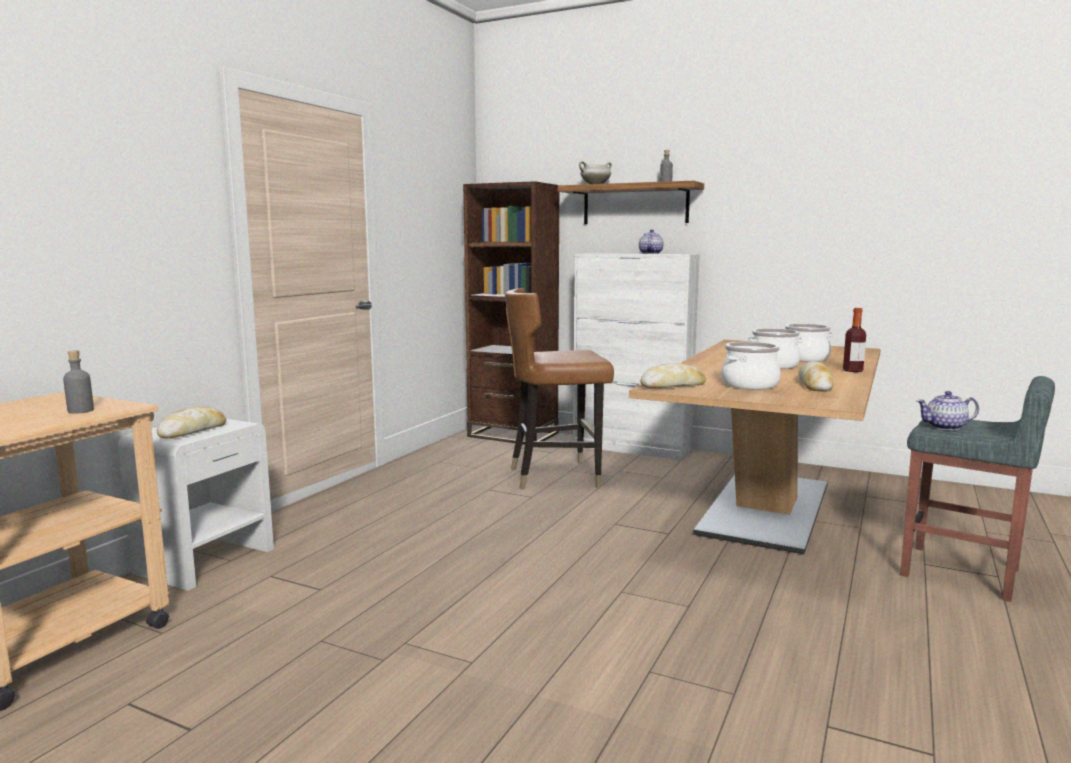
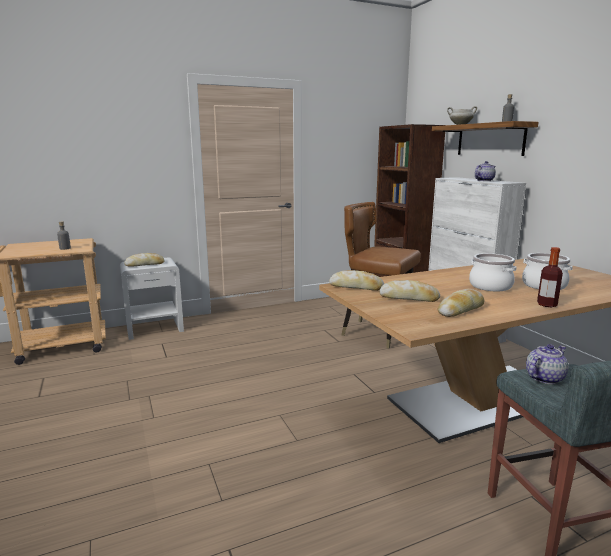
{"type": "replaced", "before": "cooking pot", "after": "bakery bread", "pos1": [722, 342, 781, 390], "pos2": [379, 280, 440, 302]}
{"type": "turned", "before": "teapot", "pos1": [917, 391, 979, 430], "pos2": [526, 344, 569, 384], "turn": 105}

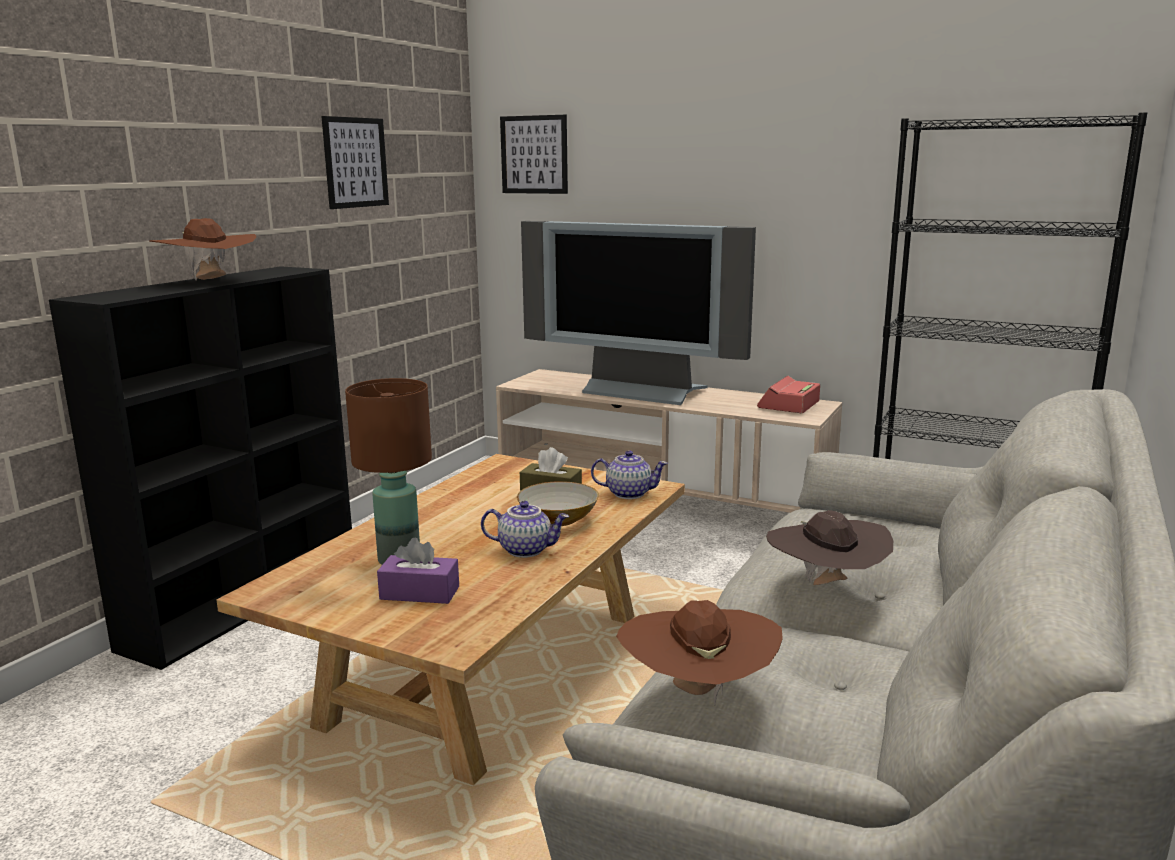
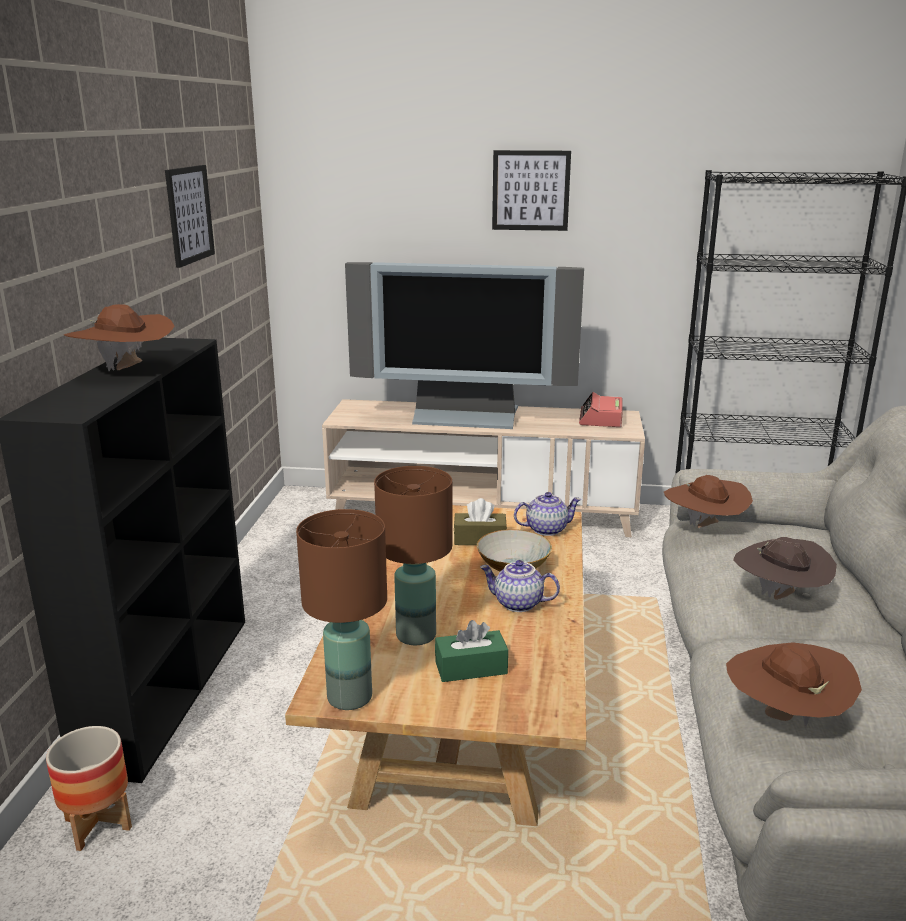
{"type": "moved", "before": "wall picture", "pos1": [500, 115, 568, 194], "pos2": [492, 150, 571, 231]}
{"type": "turned", "before": "teapot", "pos1": [481, 501, 569, 558], "pos2": [480, 560, 560, 612], "turn": -150}
{"type": "recoloured", "before": "purple box of tissues", "after": "green box of tissues", "pos1": [377, 538, 459, 604], "pos2": [435, 620, 508, 682]}
{"type": "added", "after": "brown-coloured wearable hat", "pos2": [664, 475, 753, 528]}
{"type": "added", "after": "brown-coloured lamp for a table", "pos2": [296, 509, 387, 710]}
{"type": "added", "after": "flower pot", "pos2": [46, 726, 132, 851]}

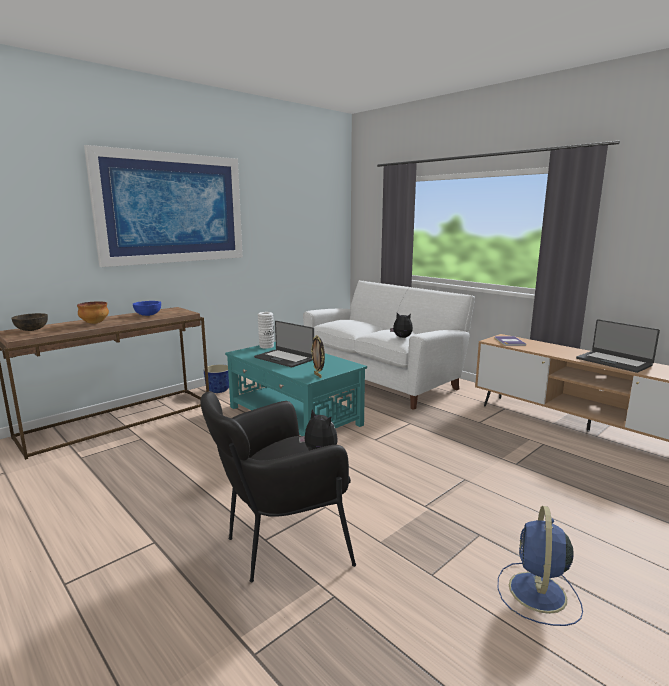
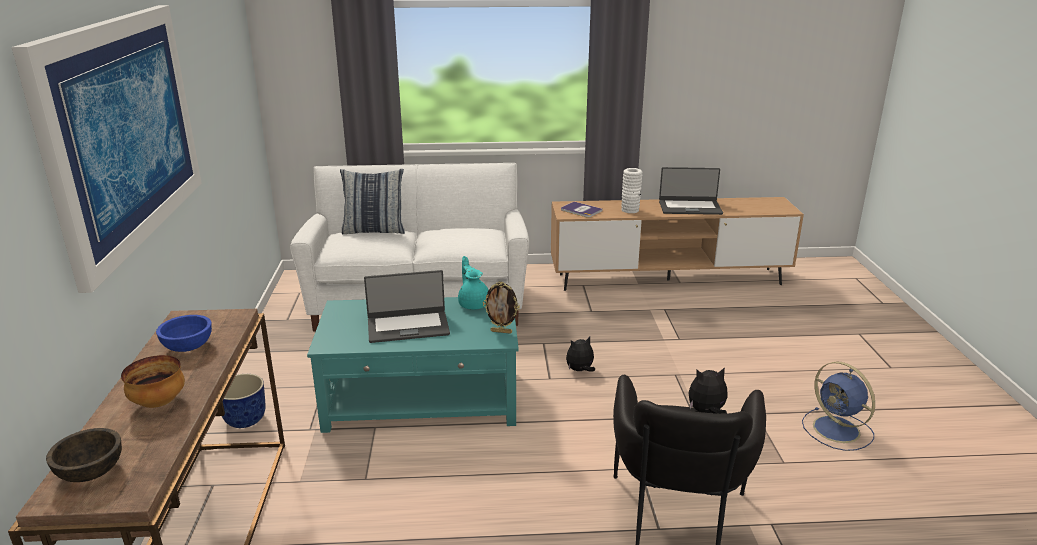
{"type": "moved", "before": "whitish decorative vase", "pos1": [258, 312, 274, 349], "pos2": [621, 168, 642, 213]}
{"type": "moved", "before": "cuddly toy", "pos1": [390, 313, 413, 338], "pos2": [566, 337, 595, 372]}
{"type": "added", "after": "cushion", "pos2": [340, 169, 405, 234]}
{"type": "added", "after": "turquoise teapot", "pos2": [458, 256, 489, 310]}

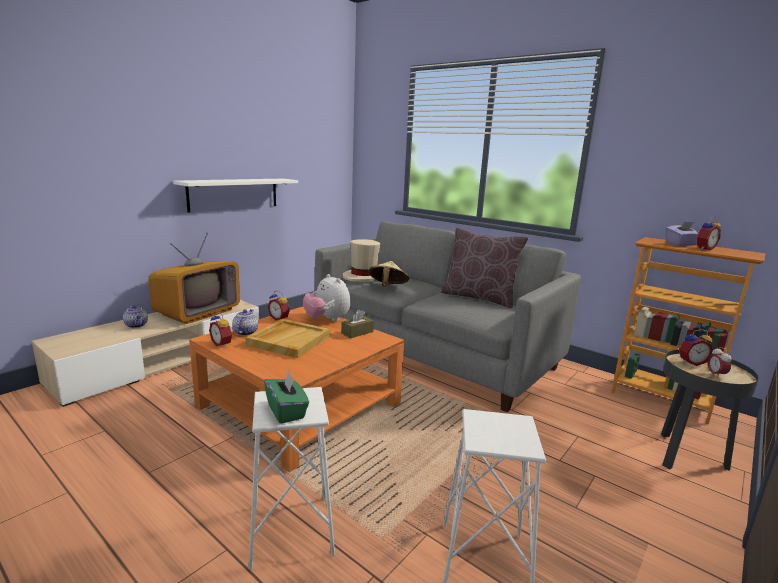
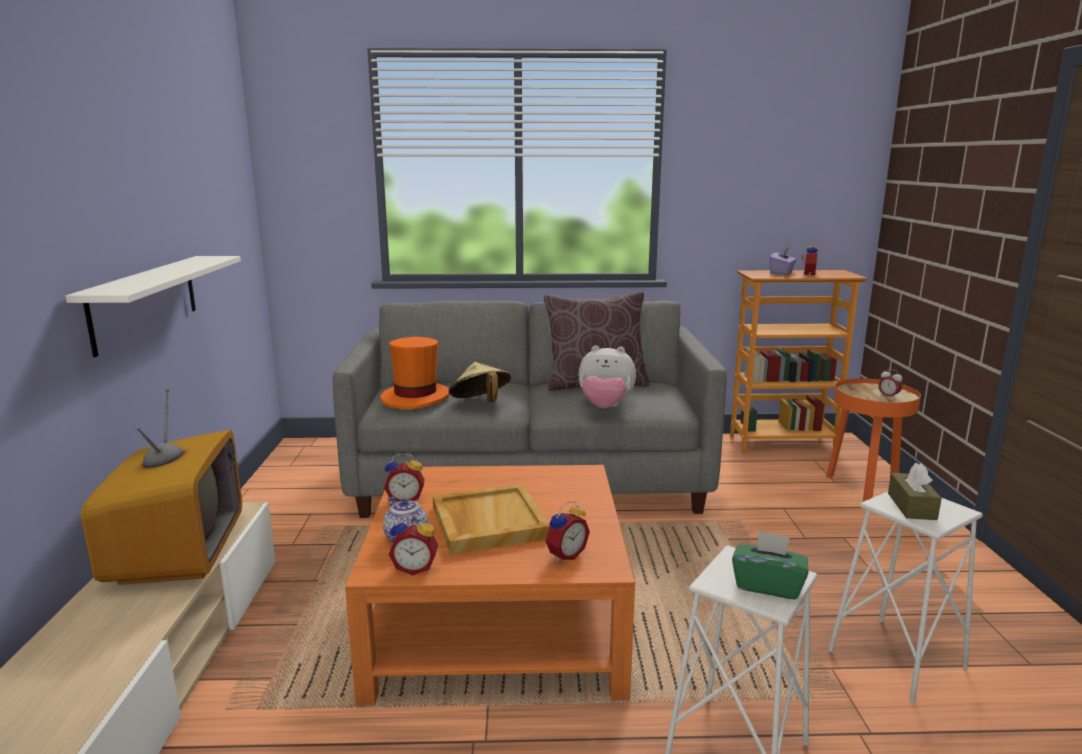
{"type": "recoloured", "before": "sand-coloured wearable hat", "after": "orangey wearable hat", "pos1": [343, 239, 380, 281], "pos2": [380, 336, 450, 409]}
{"type": "moved", "before": "cuddly toy", "pos1": [303, 274, 351, 321], "pos2": [579, 345, 636, 408]}
{"type": "removed", "before": "teapot", "pos1": [123, 305, 148, 328]}
{"type": "moved", "before": "brown-coloured box of tissues", "pos1": [341, 310, 374, 338], "pos2": [888, 463, 942, 520]}
{"type": "moved", "before": "alarm clock", "pos1": [679, 329, 713, 366], "pos2": [545, 501, 590, 562]}
{"type": "recoloured", "before": "black end table", "after": "orangey end table", "pos1": [661, 350, 759, 471], "pos2": [826, 378, 921, 502]}

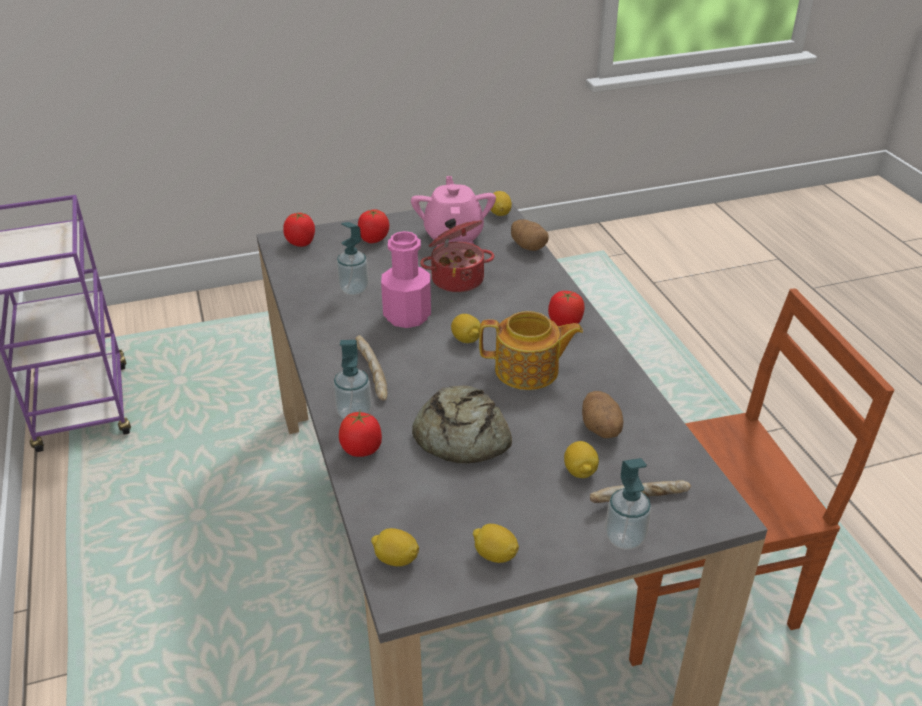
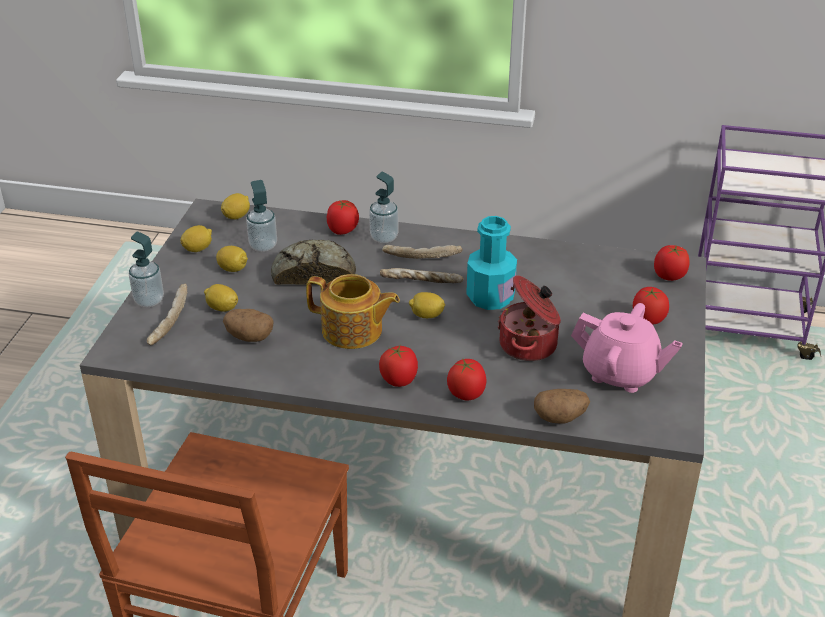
{"type": "moved", "before": "lemon", "pos1": [491, 191, 512, 216], "pos2": [216, 246, 248, 272]}
{"type": "moved", "before": "liquid soap bottle", "pos1": [337, 222, 369, 296], "pos2": [246, 180, 277, 252]}
{"type": "recoloured", "before": "pink-coloured drink bottle", "after": "turquoise drink bottle", "pos1": [381, 231, 431, 328], "pos2": [466, 216, 517, 310]}
{"type": "turned", "before": "teapot", "pos1": [479, 311, 583, 390], "pos2": [306, 274, 400, 349], "turn": -105}
{"type": "added", "after": "bakery bread", "pos2": [380, 268, 464, 283]}
{"type": "added", "after": "whole tomato", "pos2": [447, 359, 487, 400]}

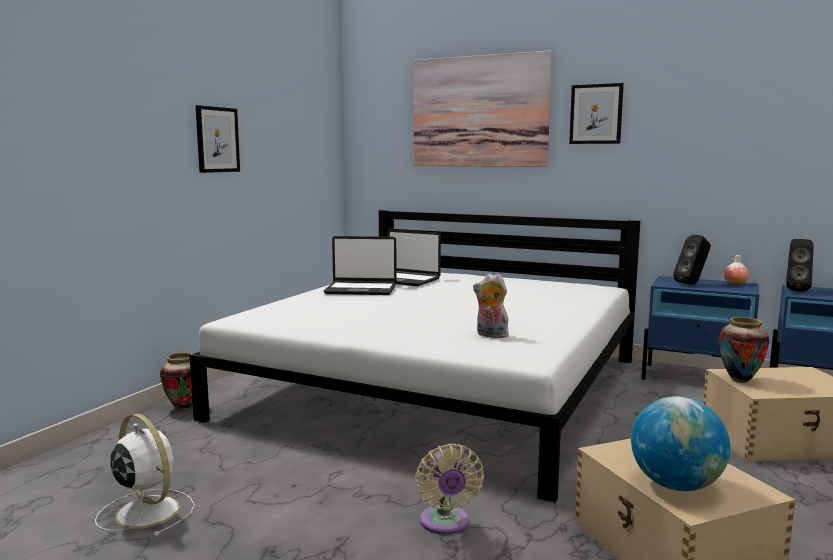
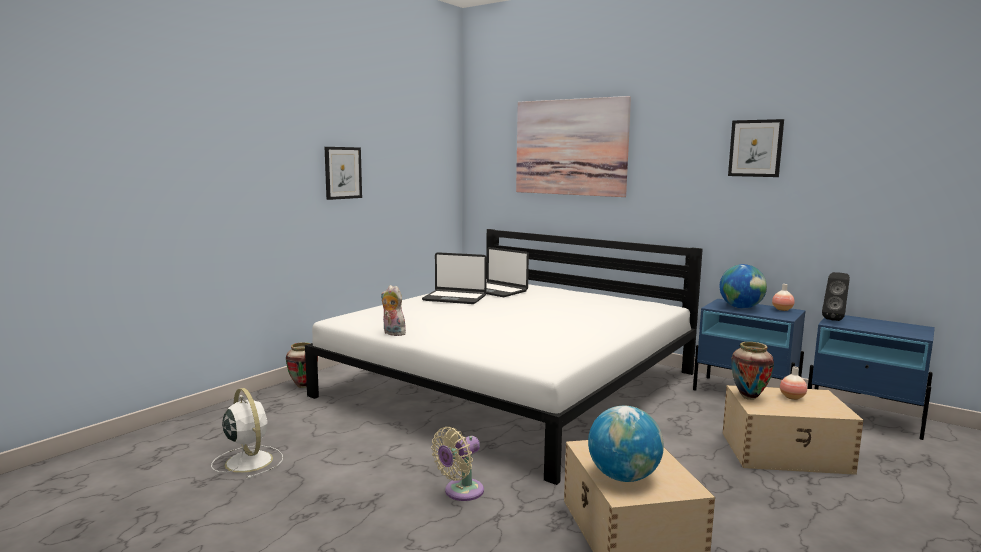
{"type": "moved", "before": "wall picture", "pos1": [569, 83, 624, 144], "pos2": [728, 119, 784, 177]}
{"type": "replaced", "before": "black speaker", "after": "world globe", "pos1": [673, 235, 711, 284], "pos2": [719, 264, 767, 309]}
{"type": "moved", "before": "cuddly toy", "pos1": [473, 274, 509, 339], "pos2": [381, 285, 406, 336]}
{"type": "turned", "before": "sand-coloured fan", "pos1": [415, 444, 484, 535], "pos2": [431, 427, 484, 501], "turn": 45}
{"type": "added", "after": "decorative vase", "pos2": [780, 366, 807, 400]}

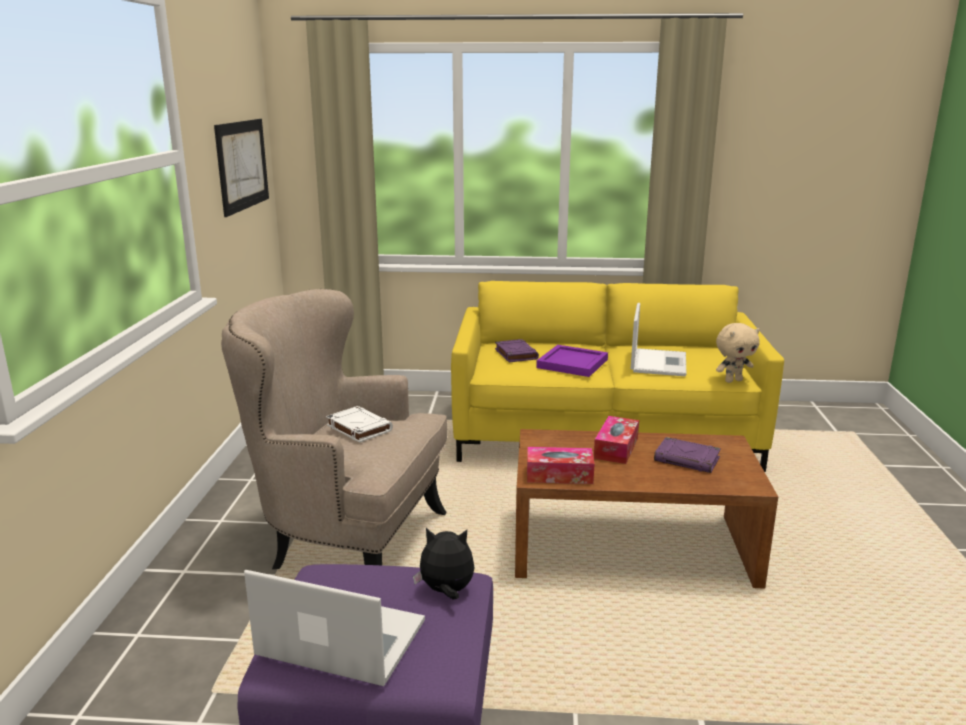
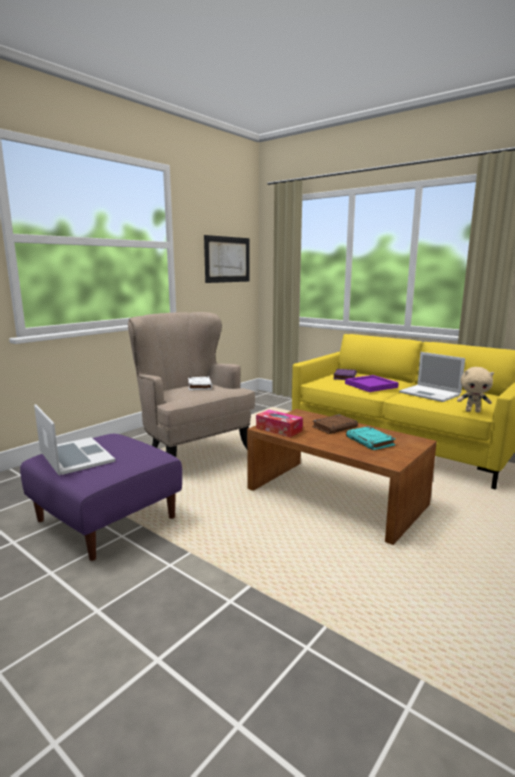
{"type": "turned", "before": "laptop", "pos1": [631, 303, 686, 376], "pos2": [399, 352, 465, 402], "turn": 90}
{"type": "replaced", "before": "box of tissues", "after": "brown-coloured volume", "pos1": [594, 416, 639, 464], "pos2": [312, 414, 358, 434]}
{"type": "recoloured", "before": "purple volume", "after": "turquoise volume", "pos1": [654, 437, 721, 473], "pos2": [346, 426, 396, 450]}
{"type": "removed", "before": "cuddly toy", "pos1": [413, 528, 475, 600]}

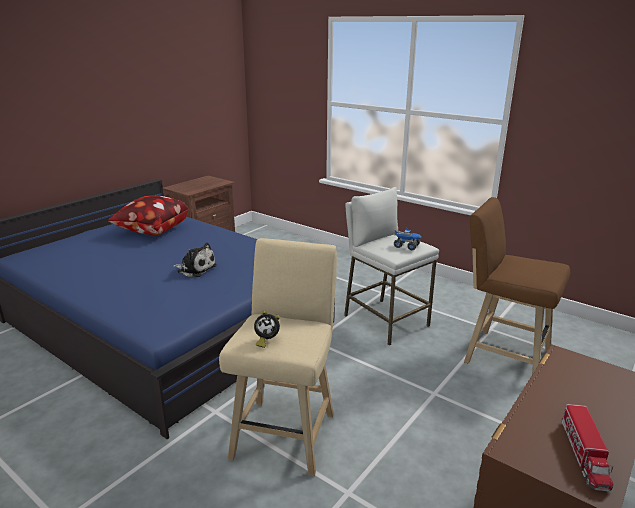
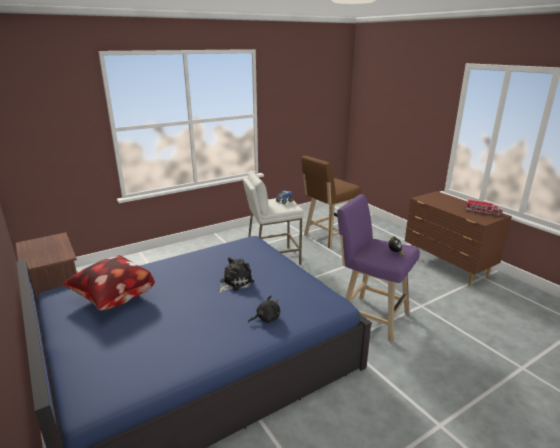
{"type": "recoloured", "before": "sand-coloured sitting stool", "after": "purple sitting stool", "pos1": [219, 238, 337, 476], "pos2": [337, 194, 420, 342]}
{"type": "added", "after": "black cuddly toy", "pos2": [248, 296, 280, 323]}

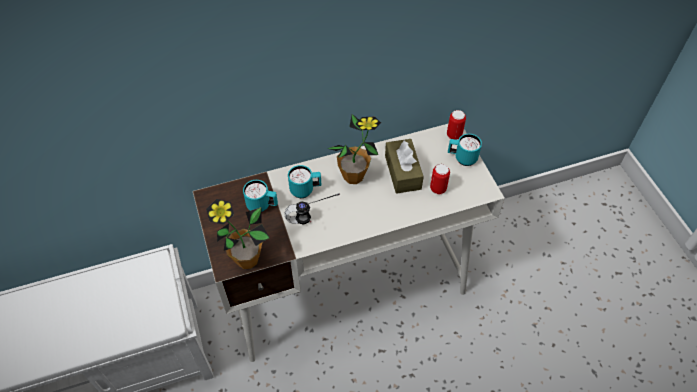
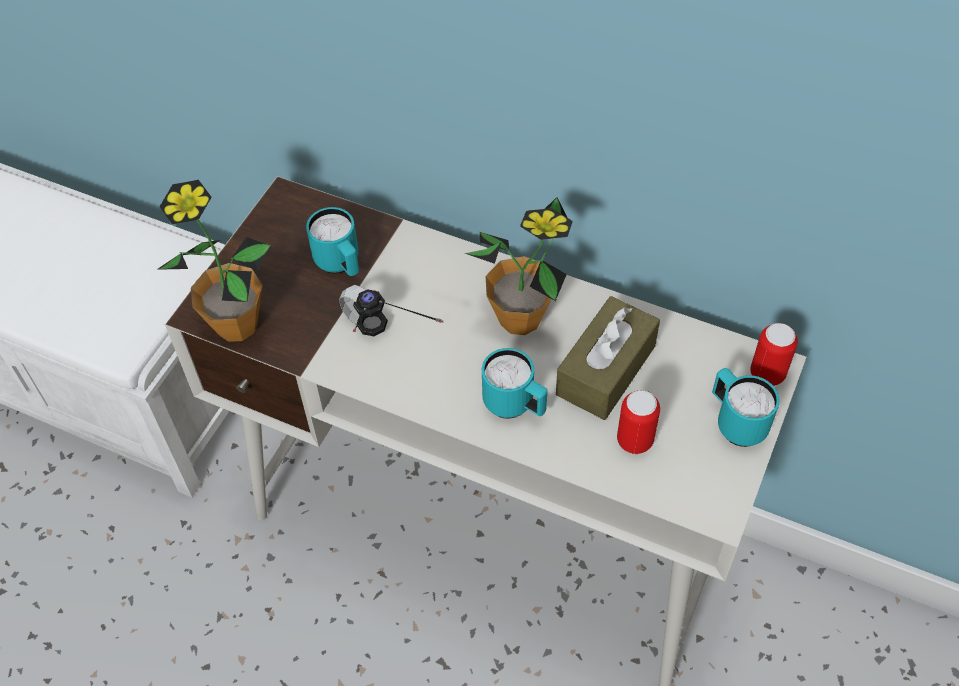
{"type": "moved", "before": "turquoise tea mug", "pos1": [288, 165, 321, 198], "pos2": [482, 348, 548, 419]}

